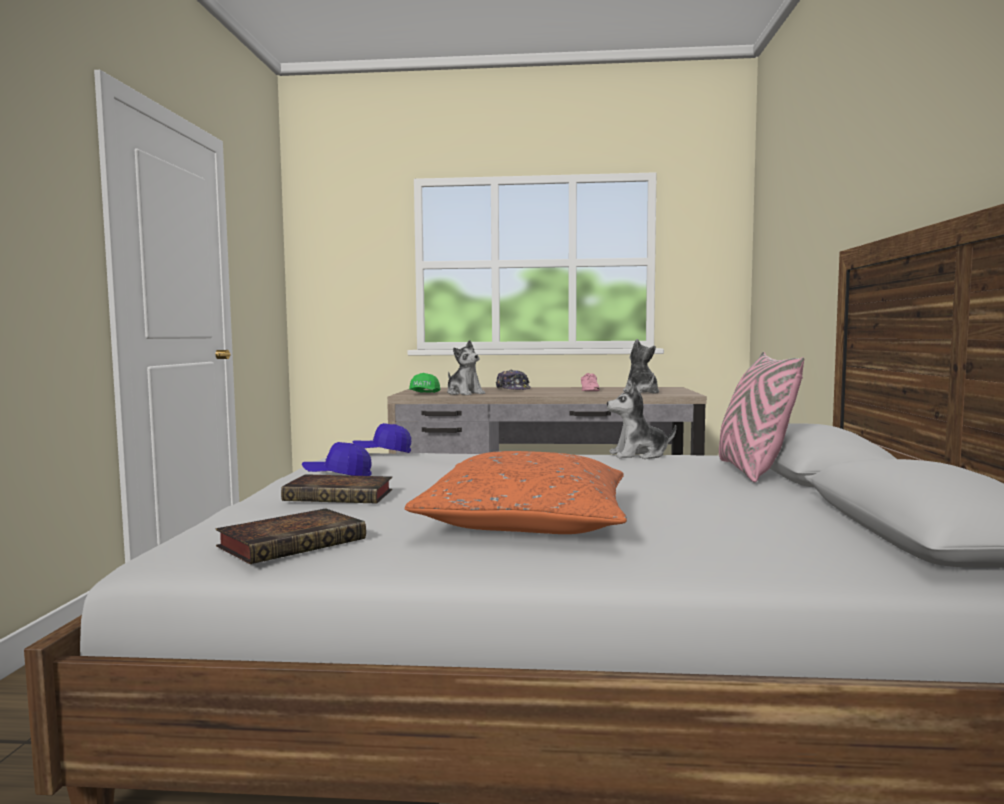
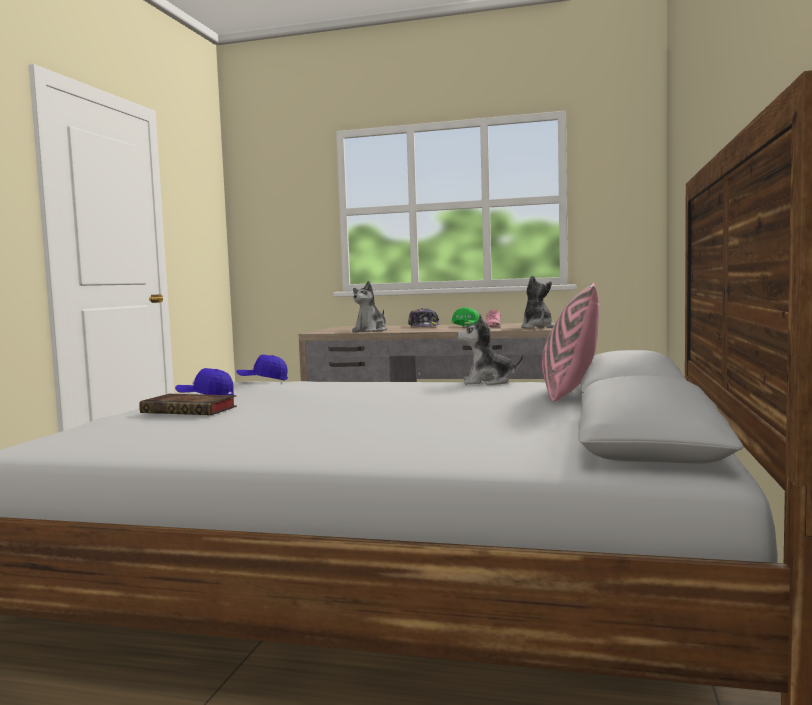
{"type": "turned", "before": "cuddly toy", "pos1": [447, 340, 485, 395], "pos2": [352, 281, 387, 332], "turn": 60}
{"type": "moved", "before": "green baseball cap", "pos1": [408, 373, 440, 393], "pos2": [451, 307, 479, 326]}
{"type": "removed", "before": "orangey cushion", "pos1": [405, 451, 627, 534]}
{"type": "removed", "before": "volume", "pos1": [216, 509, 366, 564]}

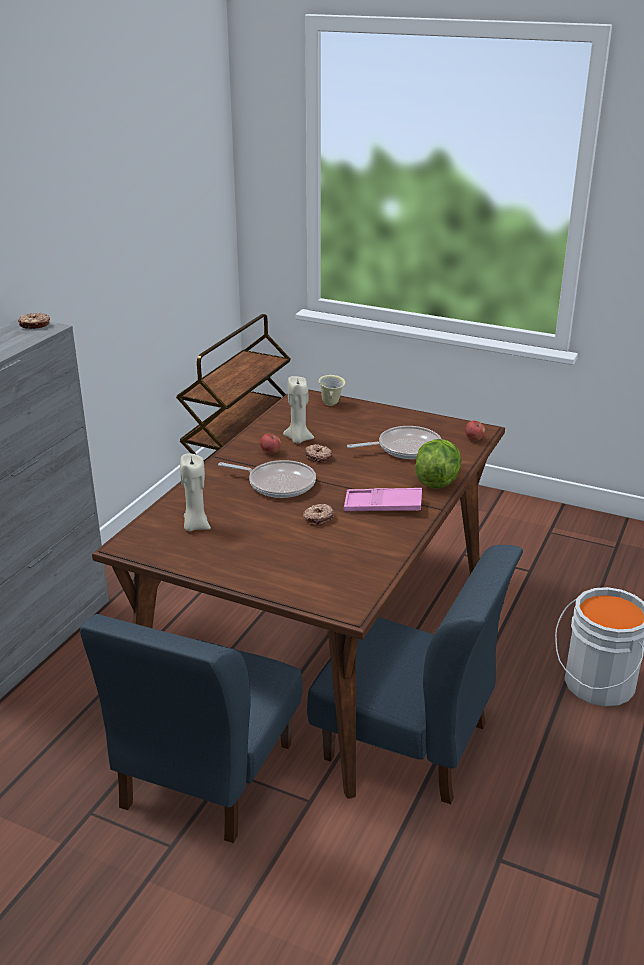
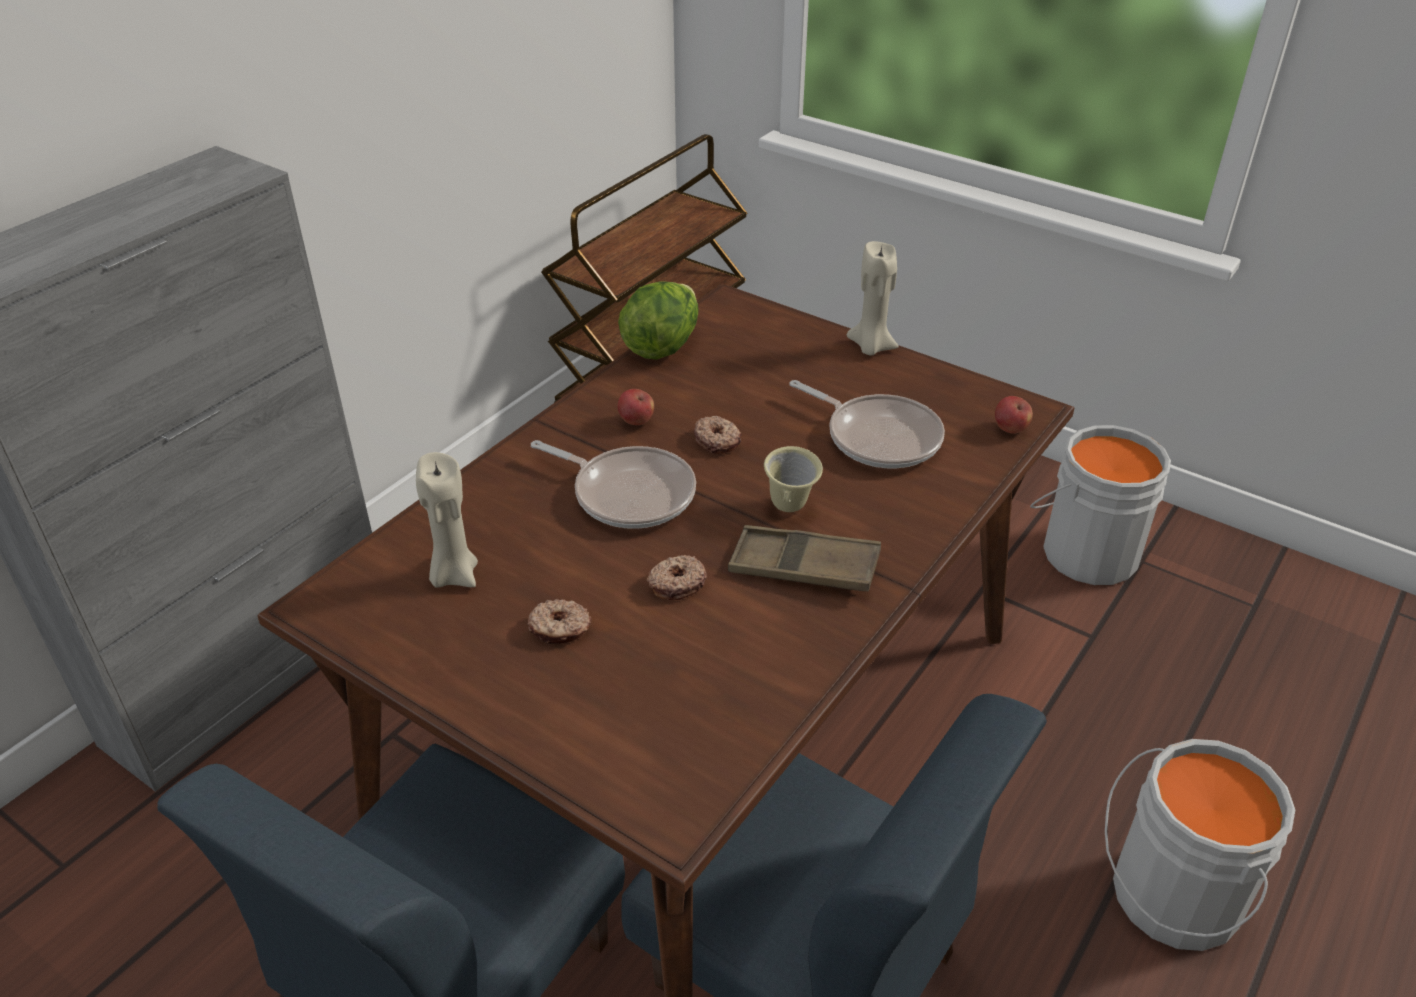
{"type": "moved", "before": "ring doughnut", "pos1": [18, 313, 50, 329], "pos2": [528, 599, 591, 644]}
{"type": "moved", "before": "sand-coloured tea mug", "pos1": [318, 375, 346, 406], "pos2": [764, 446, 823, 512]}
{"type": "moved", "before": "sand-coloured candle", "pos1": [283, 376, 314, 444], "pos2": [847, 241, 898, 356]}
{"type": "turned", "before": "pan", "pos1": [347, 426, 441, 459], "pos2": [790, 380, 945, 468], "turn": 45}
{"type": "moved", "before": "head of lettuce", "pos1": [415, 439, 461, 488], "pos2": [618, 281, 699, 360]}
{"type": "recoloured", "before": "pink-coloured carrying tray", "after": "brown-coloured carrying tray", "pos1": [344, 488, 422, 511], "pos2": [728, 525, 881, 591]}
{"type": "added", "after": "gray water bucket", "pos2": [1030, 425, 1171, 585]}

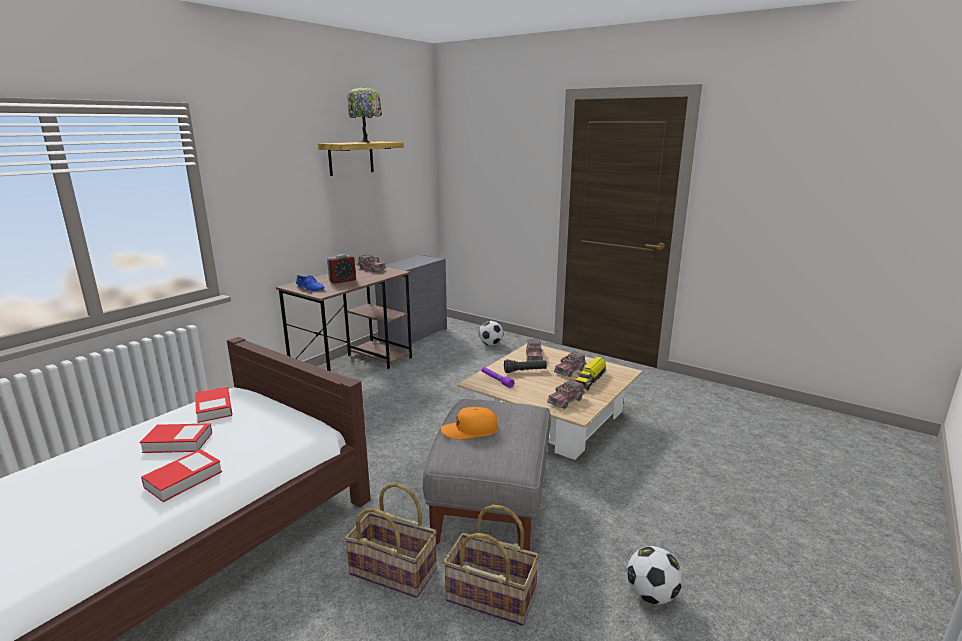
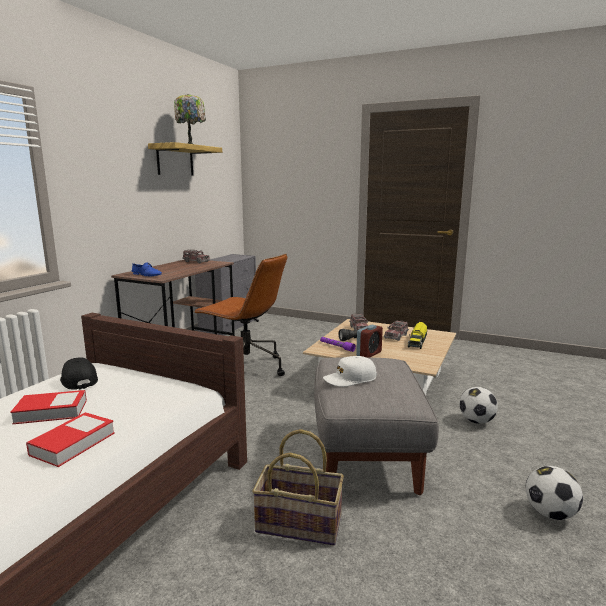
{"type": "moved", "before": "alarm clock", "pos1": [327, 254, 356, 284], "pos2": [356, 325, 383, 358]}
{"type": "moved", "before": "football ball", "pos1": [479, 321, 503, 345], "pos2": [459, 387, 498, 424]}
{"type": "removed", "before": "toy truck", "pos1": [547, 379, 585, 409]}
{"type": "replaced", "before": "volume", "after": "black baseball cap", "pos1": [195, 387, 232, 423], "pos2": [60, 357, 98, 390]}
{"type": "recoloured", "before": "orangey baseball cap", "after": "whitish baseball cap", "pos1": [441, 407, 499, 440], "pos2": [323, 356, 377, 387]}
{"type": "removed", "before": "storage basket", "pos1": [443, 505, 539, 626]}
{"type": "added", "after": "brown-coloured computer chair", "pos2": [193, 254, 287, 376]}

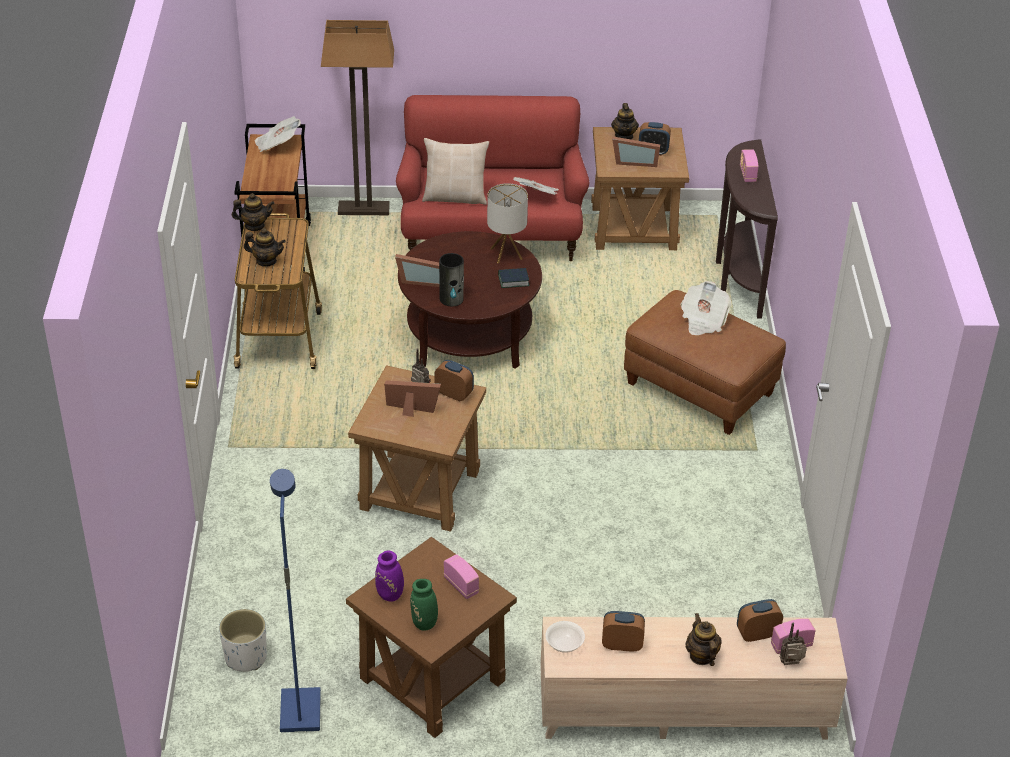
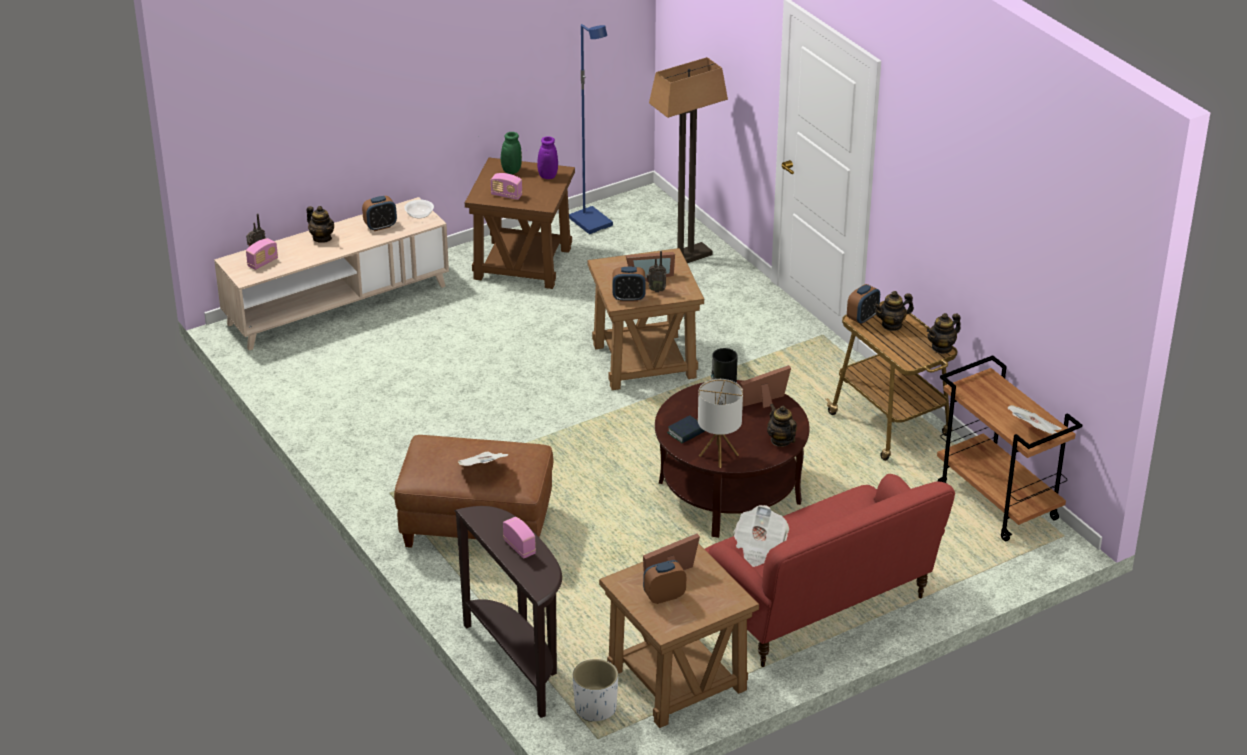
{"type": "moved", "before": "standing lamp", "pos1": [321, 20, 394, 215], "pos2": [649, 57, 728, 263]}
{"type": "moved", "before": "teapot", "pos1": [611, 103, 639, 140], "pos2": [767, 404, 797, 447]}
{"type": "removed", "before": "sand-coloured cushion", "pos1": [422, 138, 489, 205]}
{"type": "moved", "before": "alarm clock", "pos1": [737, 599, 783, 642], "pos2": [847, 284, 880, 324]}
{"type": "moved", "before": "whitish flower pot", "pos1": [219, 609, 267, 672], "pos2": [573, 659, 618, 722]}

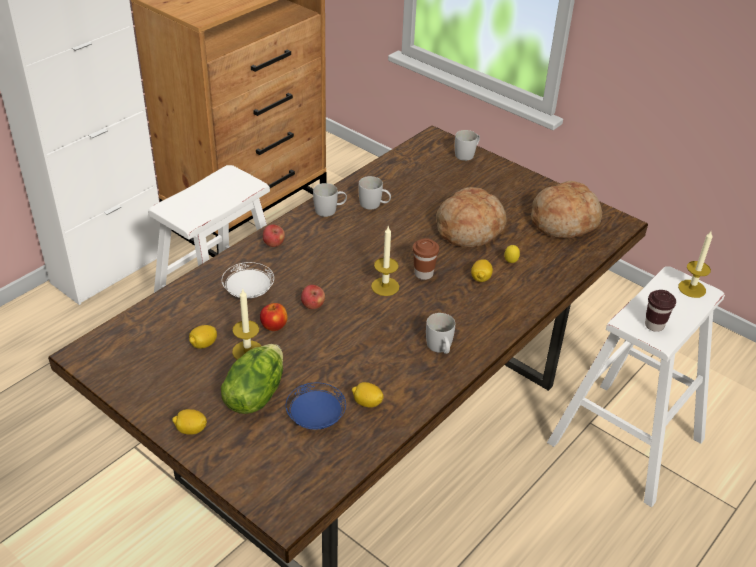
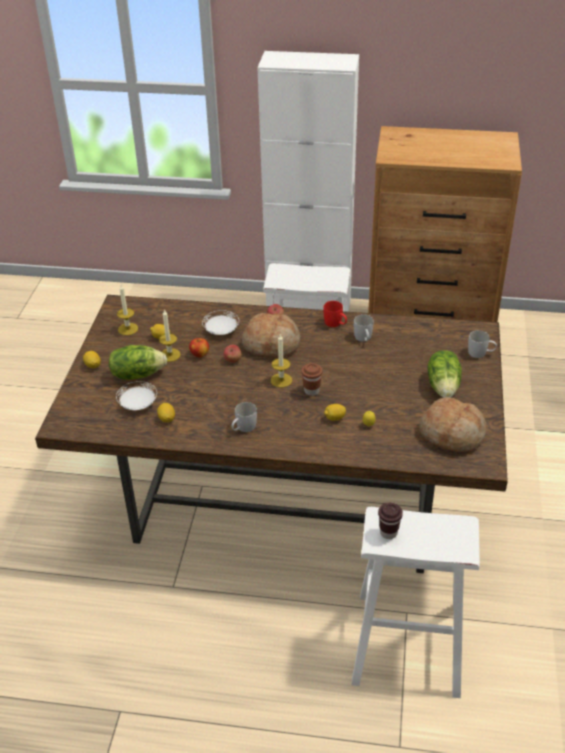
{"type": "recoloured", "before": "whitish tea mug", "after": "red tea mug", "pos1": [313, 183, 347, 217], "pos2": [323, 301, 347, 327]}
{"type": "moved", "before": "bakery bread", "pos1": [436, 187, 507, 248], "pos2": [242, 313, 300, 357]}
{"type": "moved", "before": "candle", "pos1": [678, 231, 712, 298], "pos2": [117, 285, 138, 335]}
{"type": "recoloured", "before": "blue-coloured dinner plate", "after": "whitish dinner plate", "pos1": [286, 383, 346, 430], "pos2": [116, 381, 157, 410]}
{"type": "added", "after": "head of lettuce", "pos2": [428, 350, 462, 398]}

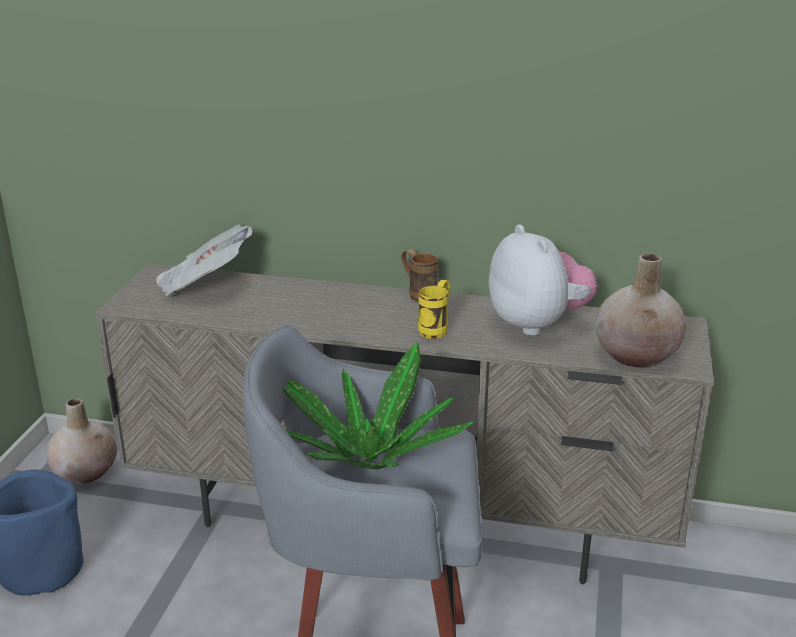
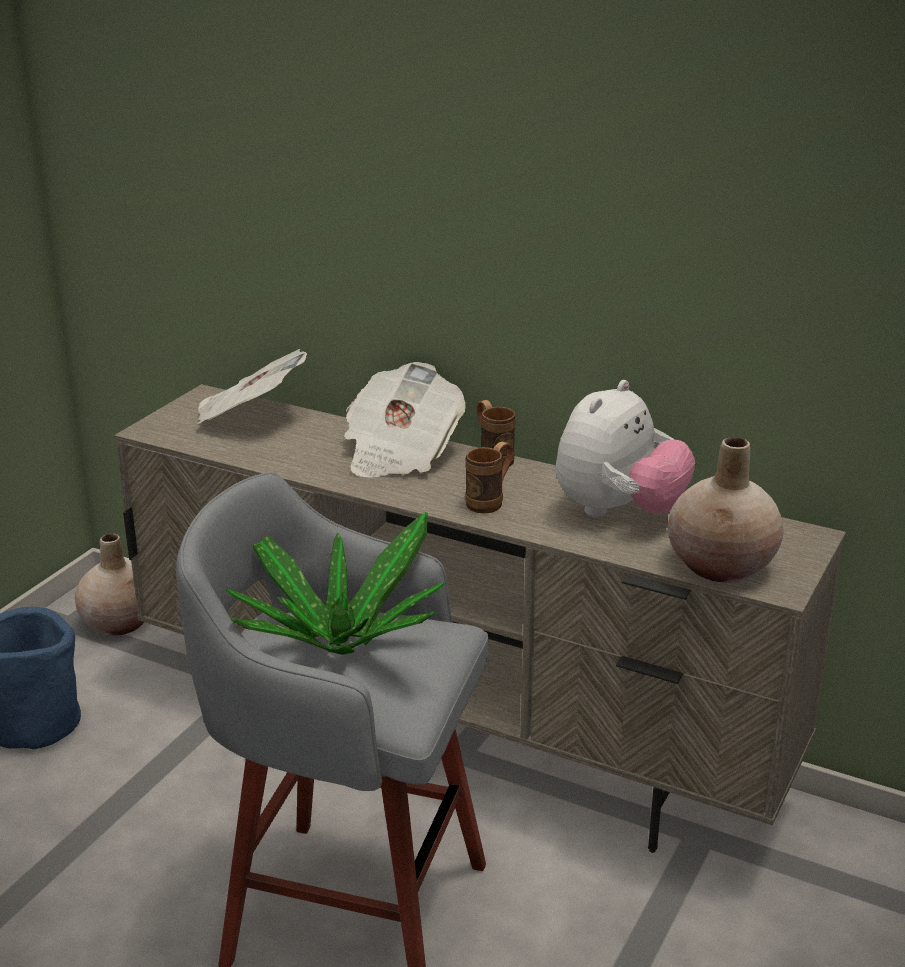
{"type": "turned", "before": "cuddly toy", "pos1": [489, 224, 597, 336], "pos2": [556, 380, 695, 517], "turn": 45}
{"type": "recoloured", "before": "yellowish tea mug", "after": "brown-coloured tea mug", "pos1": [418, 280, 450, 339], "pos2": [465, 442, 513, 513]}
{"type": "added", "after": "daily paper", "pos2": [344, 362, 466, 478]}

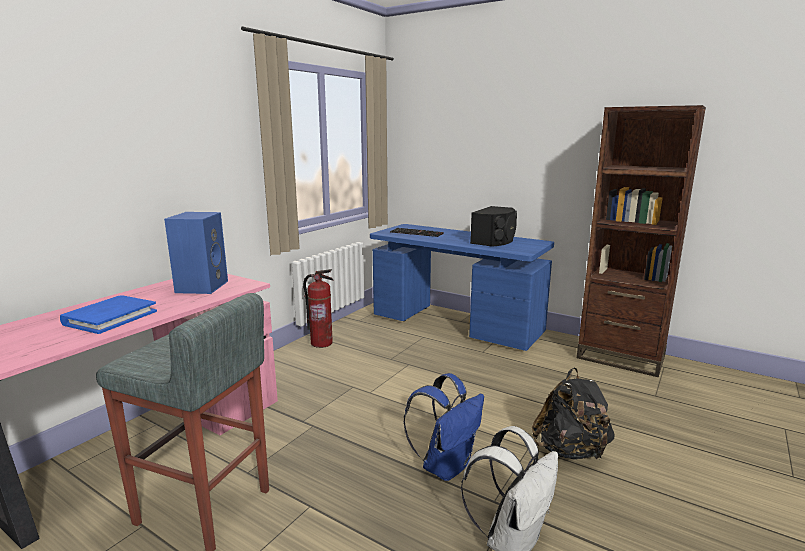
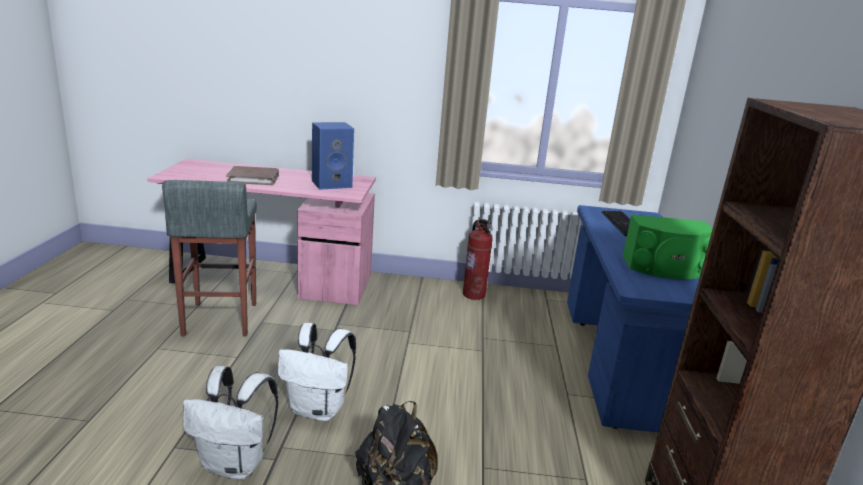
{"type": "recoloured", "before": "black speaker", "after": "green speaker", "pos1": [470, 206, 517, 247], "pos2": [622, 214, 713, 279]}
{"type": "recoloured", "before": "blue-coloured volume", "after": "brown-coloured volume", "pos1": [60, 295, 157, 334], "pos2": [226, 166, 279, 185]}
{"type": "recoloured", "before": "blue-coloured knapsack", "after": "whitish knapsack", "pos1": [404, 373, 484, 481], "pos2": [278, 323, 356, 421]}

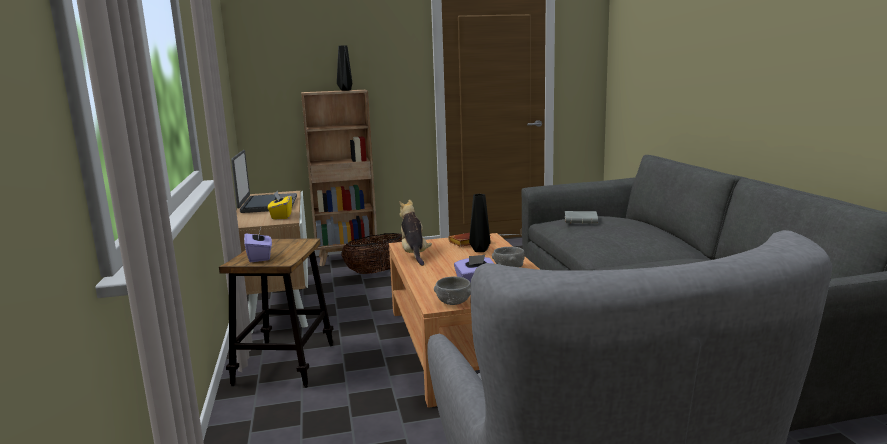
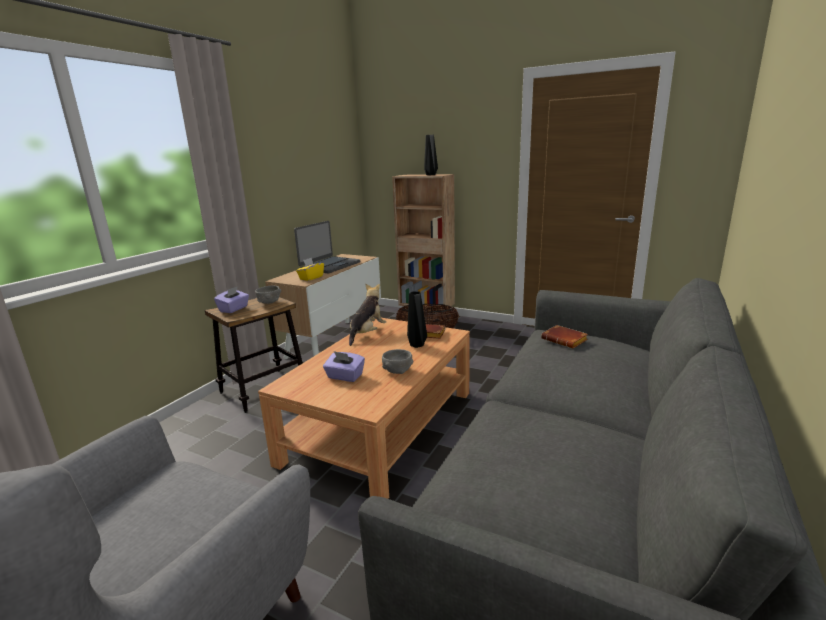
{"type": "recoloured", "before": "gray volume", "after": "brown-coloured volume", "pos1": [565, 211, 598, 223], "pos2": [541, 325, 588, 348]}
{"type": "moved", "before": "gray serving bowl", "pos1": [434, 277, 471, 305], "pos2": [255, 285, 281, 304]}

